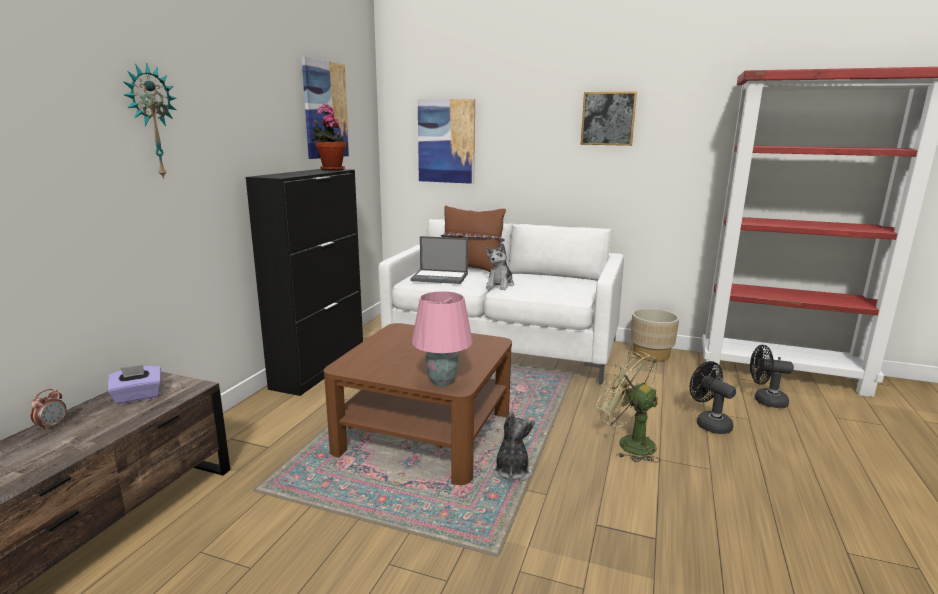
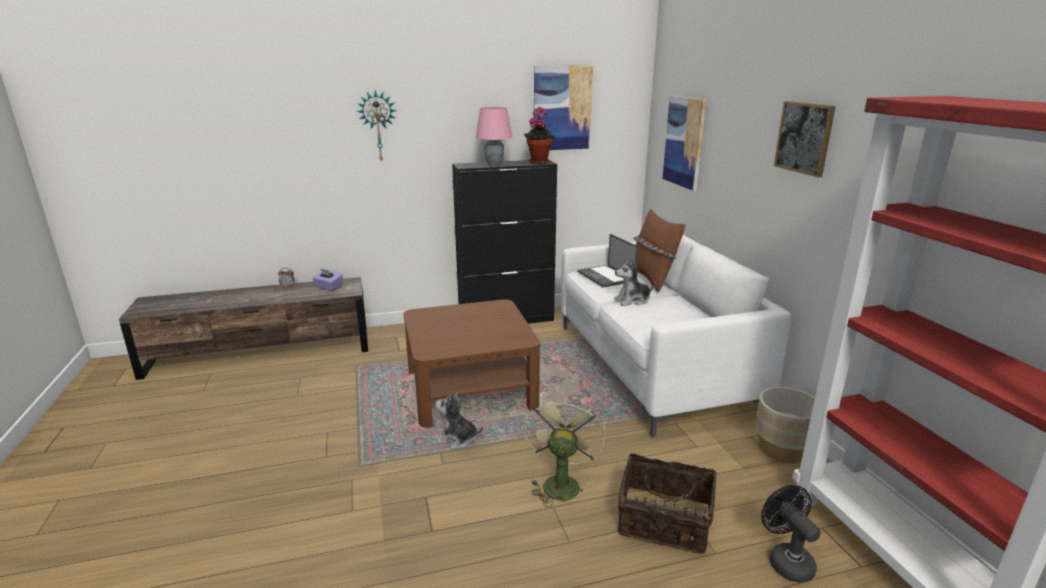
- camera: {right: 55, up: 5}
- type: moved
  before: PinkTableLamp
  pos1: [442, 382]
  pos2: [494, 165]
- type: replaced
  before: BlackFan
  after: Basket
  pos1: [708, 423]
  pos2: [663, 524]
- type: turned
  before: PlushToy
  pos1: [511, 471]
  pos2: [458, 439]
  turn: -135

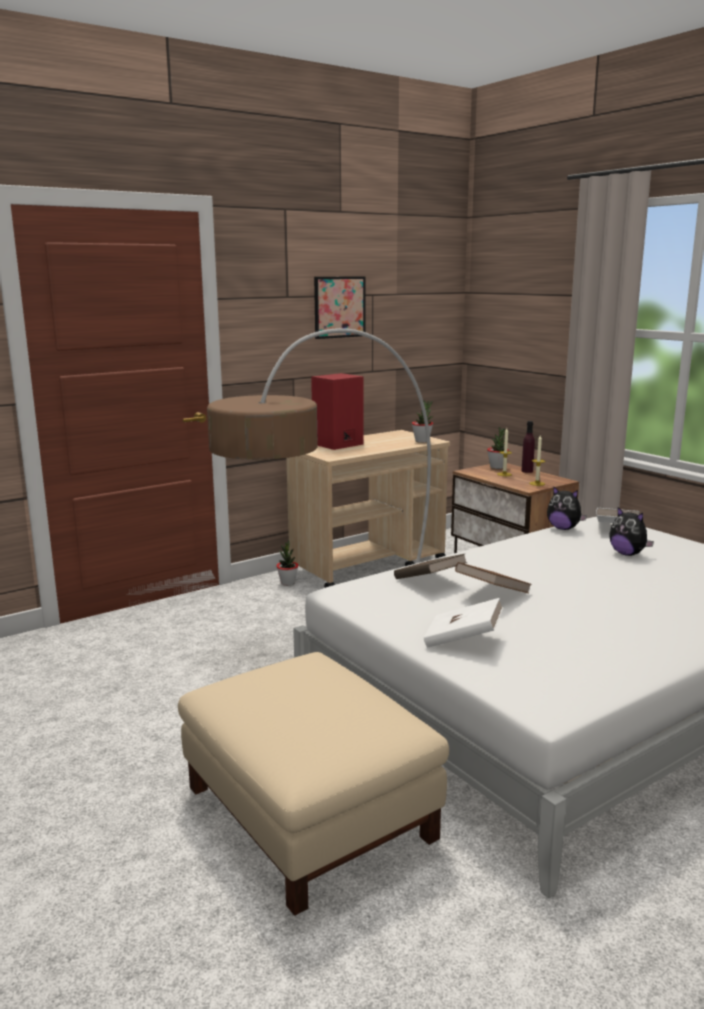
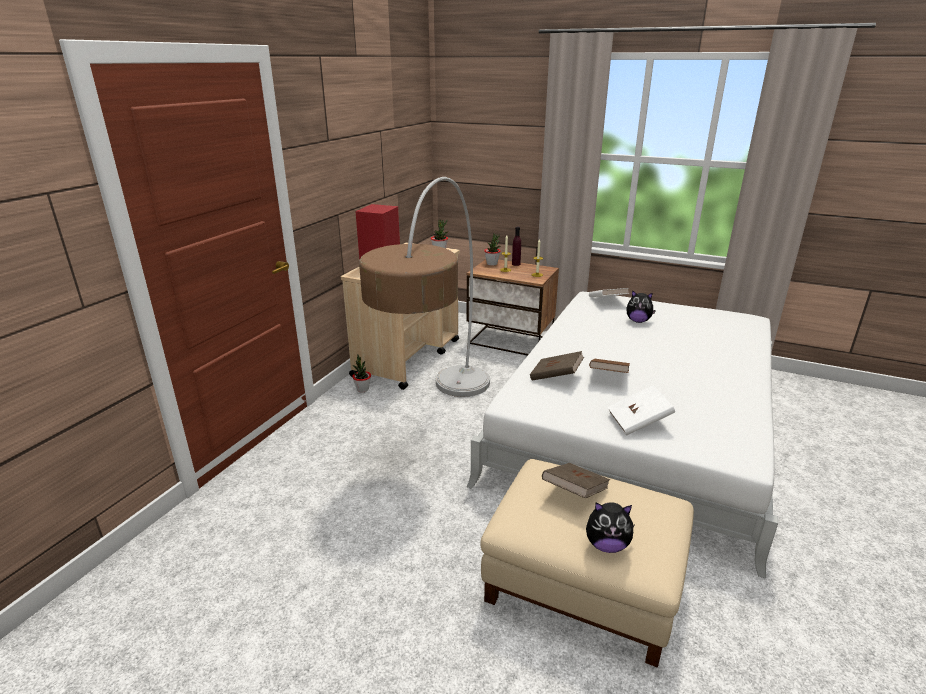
- camera: {right: -30, up: 10}
- type: removed
  before: Picture
  pos1: [339, 307]
- type: moved
  before: PlushToy
  pos1: [563, 528]
  pos2: [606, 545]
- type: added
  after: BrownBook
  pos2: [574, 492]

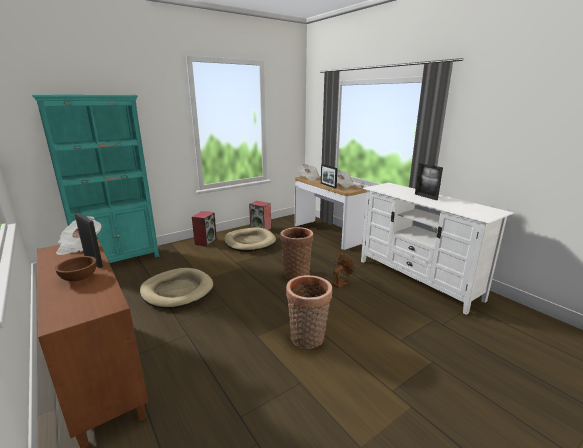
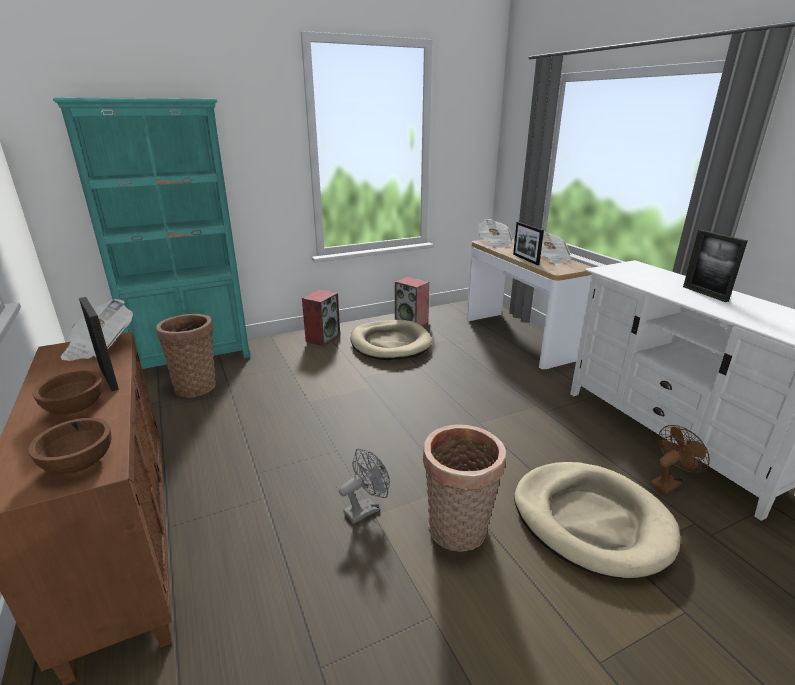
- camera: {right: 10, up: 5}
- type: moved
  before: Basket
  pos1: [296, 274]
  pos2: [196, 385]
- type: moved
  before: BrownFan
  pos1: [341, 283]
  pos2: [668, 482]
- type: moved
  before: BeigeDogBed
  pos1: [177, 290]
  pos2: [590, 520]
- type: added
  after: BrownBowl
  pos2: [80, 463]
- type: added
  after: GreyFan
  pos2: [366, 509]

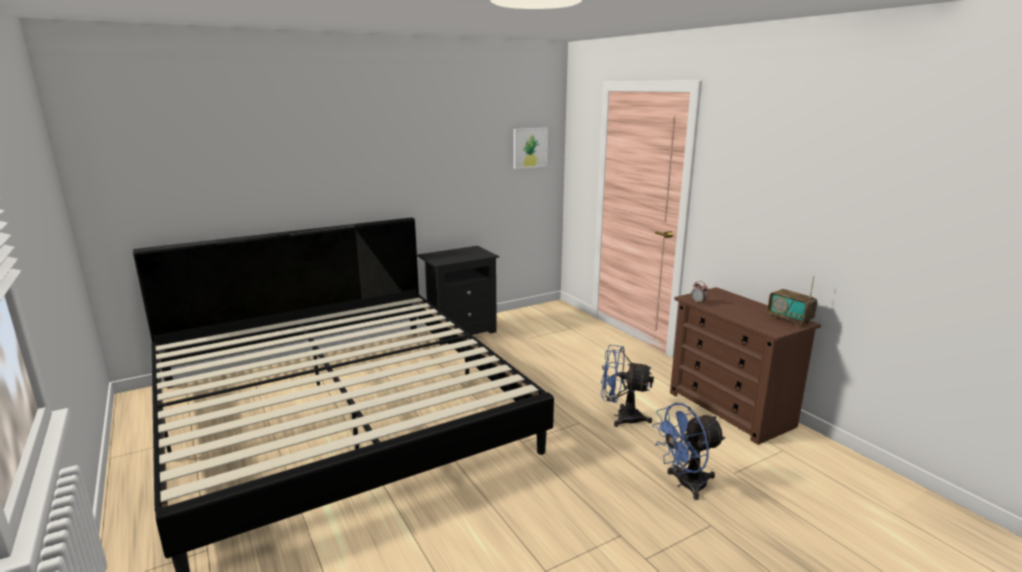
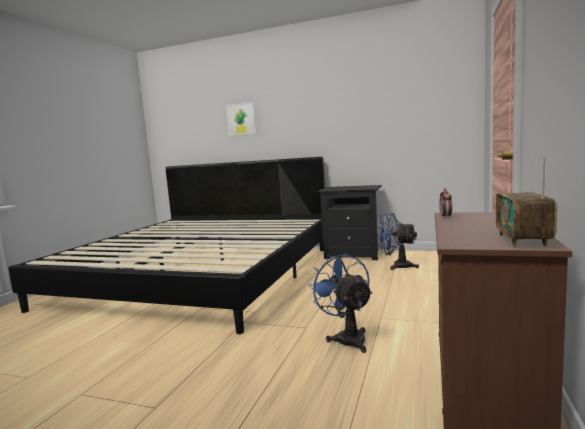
- camera: {right: 50, up: -10}
- type: moved
  before: Picture
  pos1: [530, 148]
  pos2: [241, 119]
- type: moved
  before: BlueFan
  pos1: [685, 484]
  pos2: [397, 266]

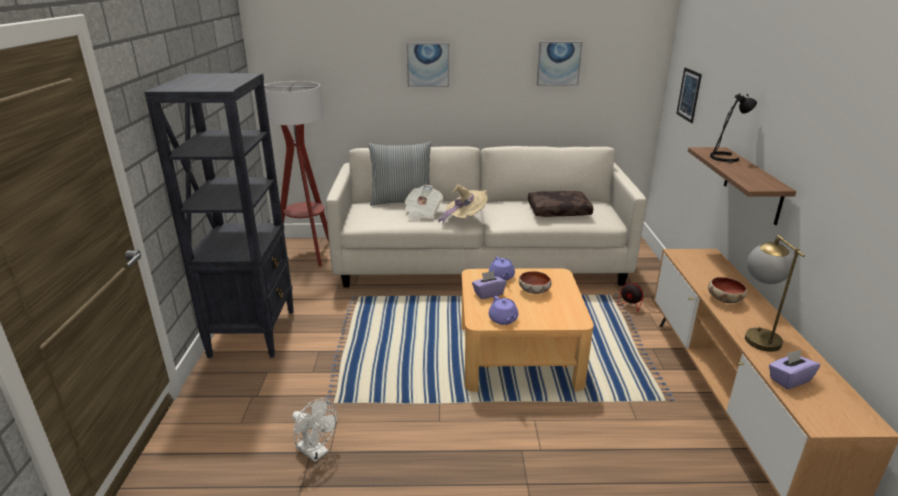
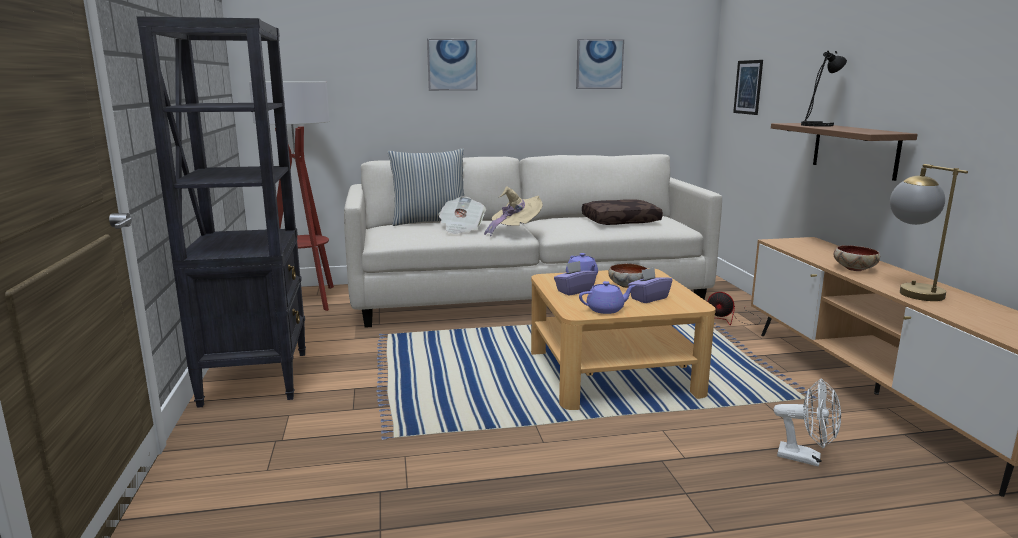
- camera: {right: -10, up: -10}
- type: turned
  before: PurpleTeapot
  pos1: [503, 319]
  pos2: [606, 309]
  turn: -75
- type: moved
  before: PurpleTissueBox
  pos1: [789, 379]
  pos2: [648, 298]
- type: moved
  before: WhiteFan
  pos1: [316, 452]
  pos2: [806, 458]

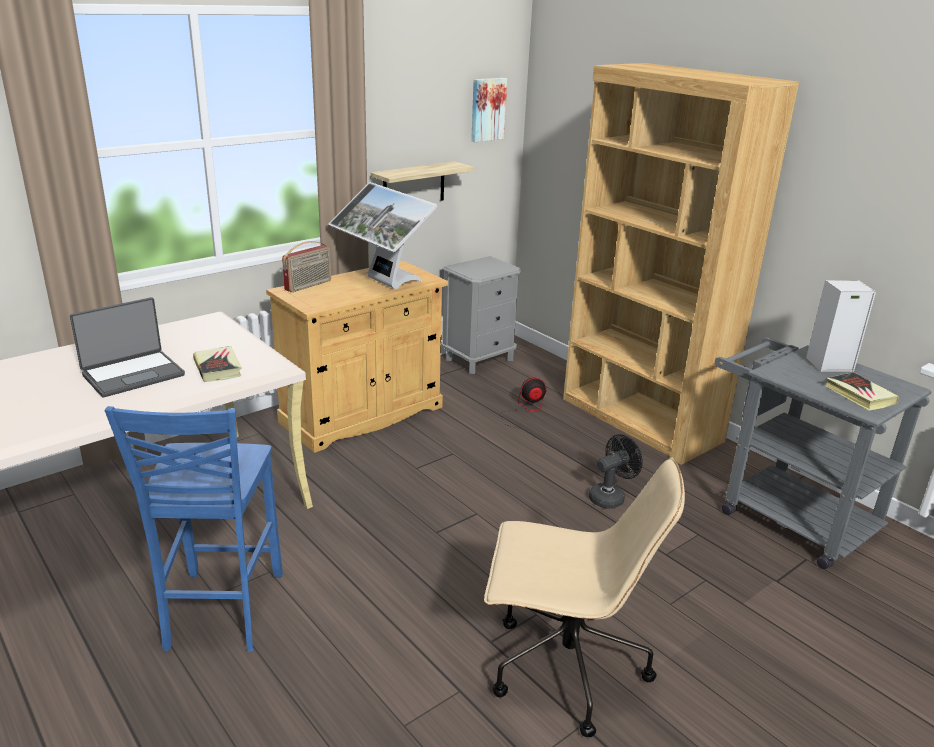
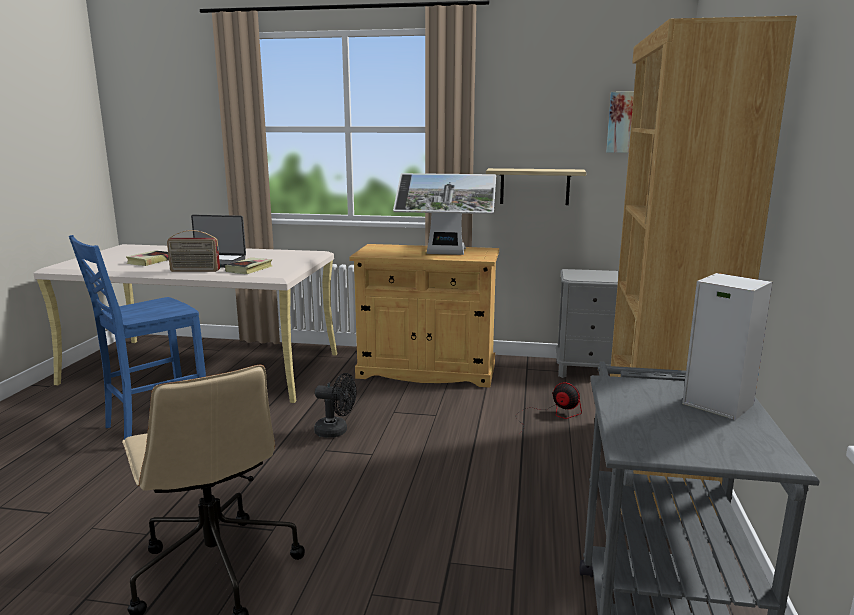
- camera: {right: 50, up: -10}
- type: turned
  before: Monitor
  pos1: [384, 283]
  pos2: [445, 254]
  turn: -90
- type: moved
  before: Radio
  pos1: [308, 285]
  pos2: [195, 271]
- type: moved
  before: Book
  pos1: [859, 395]
  pos2: [151, 261]
- type: moved
  before: BlackFan
  pos1: [610, 497]
  pos2: [336, 431]

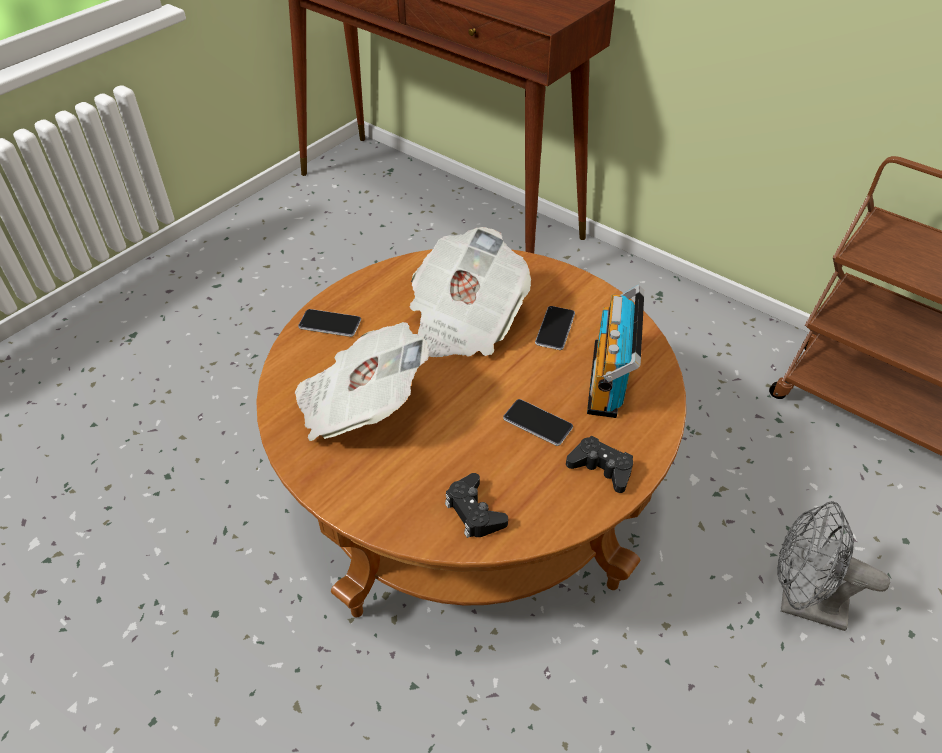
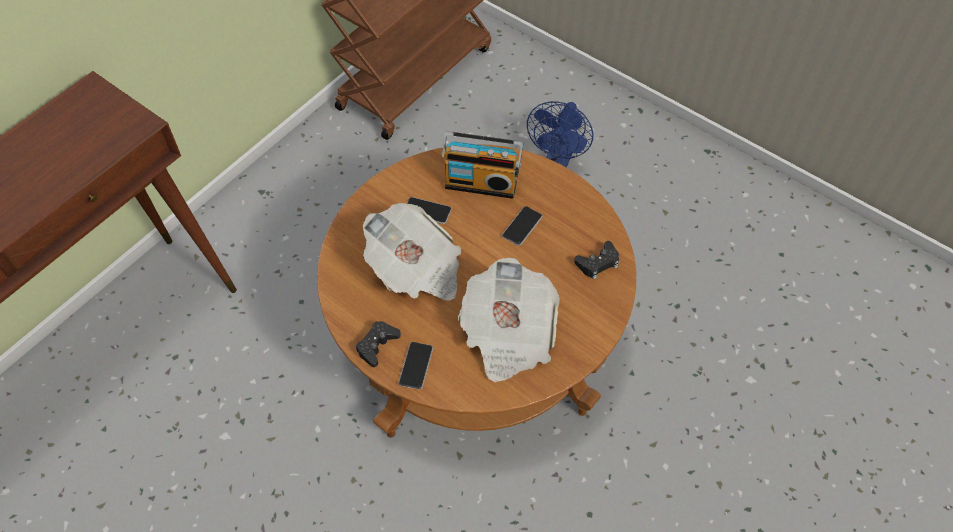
- camera: {right: -90, up: 10}
- type: moved
  before: BlackGameController
  pos1: [601, 468]
  pos2: [377, 345]
- type: recoloured
  before: GreyFan
  after: BlueFan
  pos1: [801, 603]
  pos2: [558, 159]

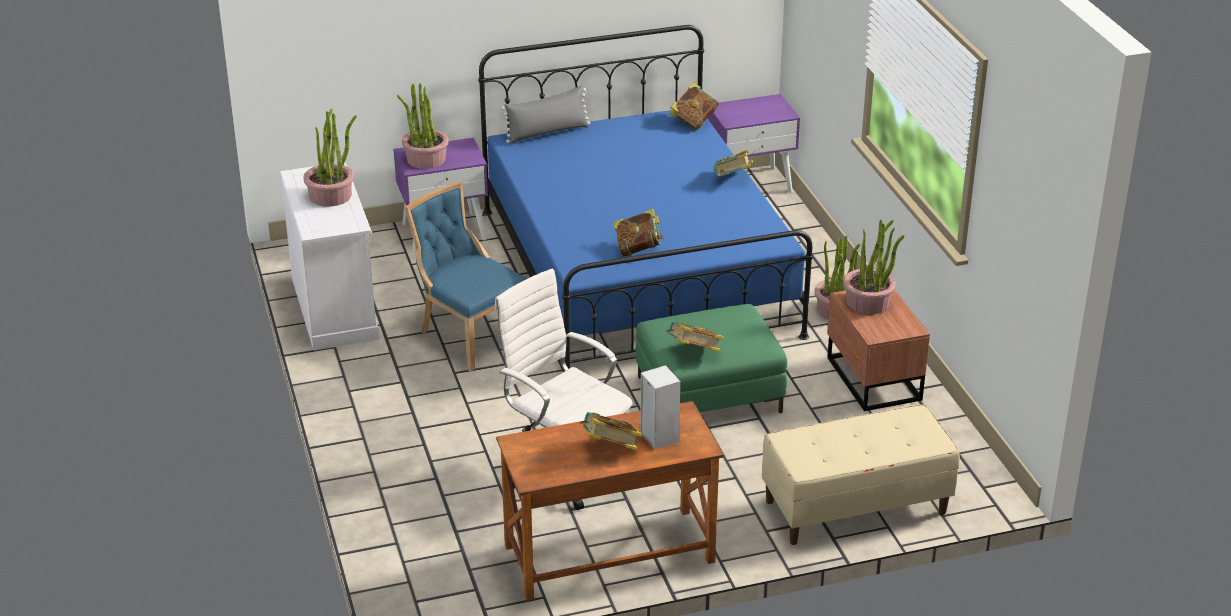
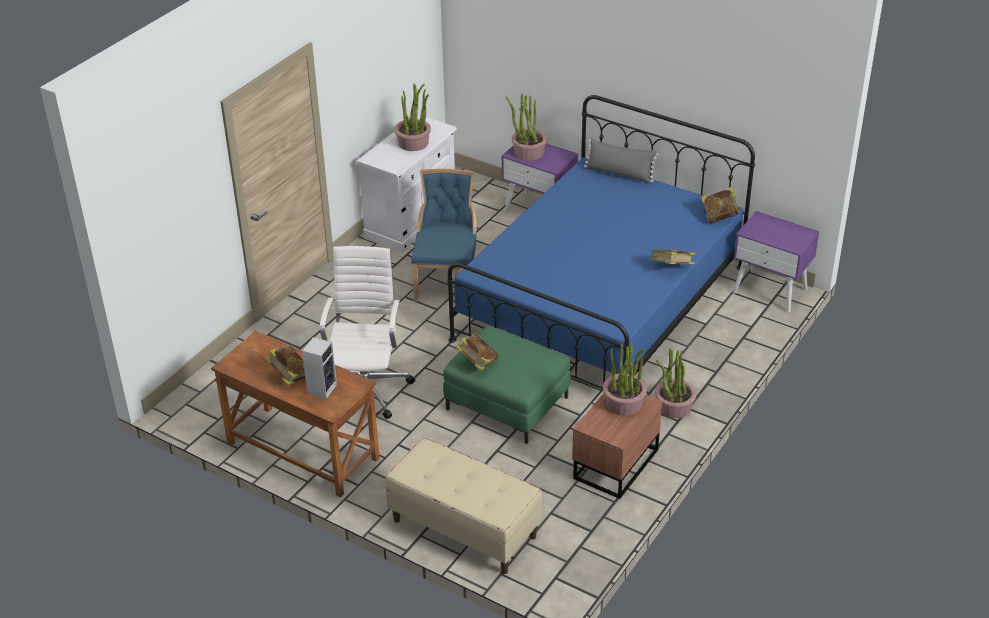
- camera: {right: 50, up: 5}
- type: removed
  before: Book
  pos1: [638, 249]

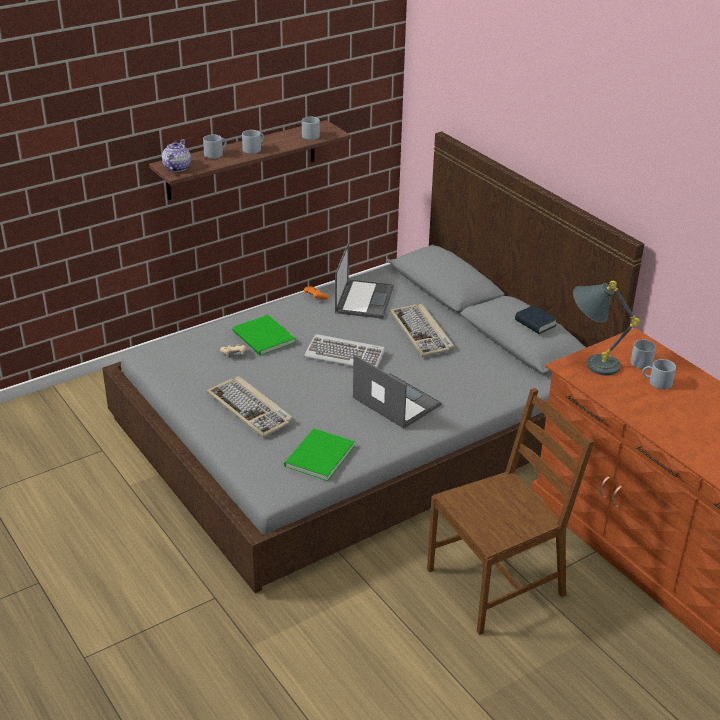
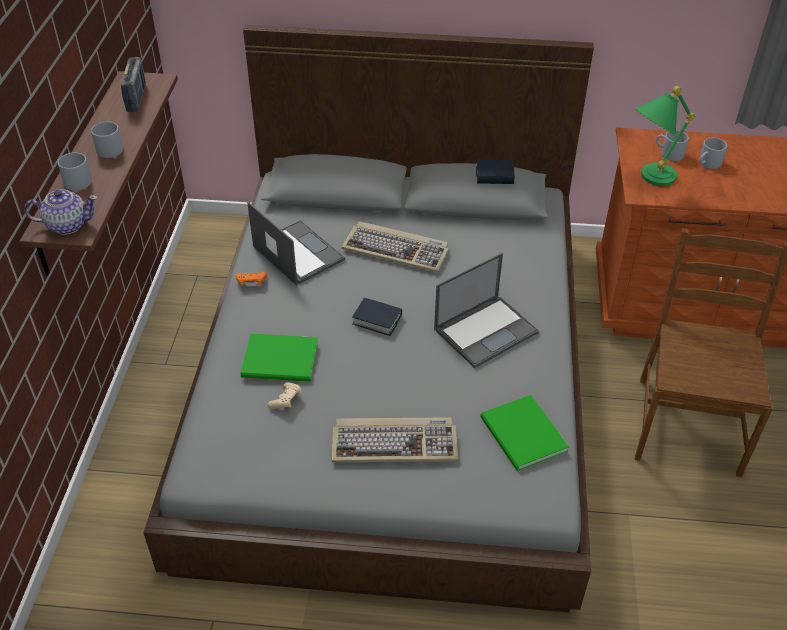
- camera: {right: -50, up: 10}
- type: replaced
  before: GreyMug
  after: Radio
  pos1: [308, 135]
  pos2: [136, 98]
- type: turned
  before: Teapot
  pos1: [176, 168]
  pos2: [67, 225]
  turn: 120
- type: recoloured
  before: GreyTableLamp
  after: GreenTableLamp
  pos1: [590, 363]
  pos2: [648, 179]
- type: replaced
  before: Keyboard
  after: Book
  pos1: [345, 355]
  pos2: [377, 320]
- type: turned
  before: Laptop
  pos1: [395, 401]
  pos2: [486, 330]
  turn: 150

